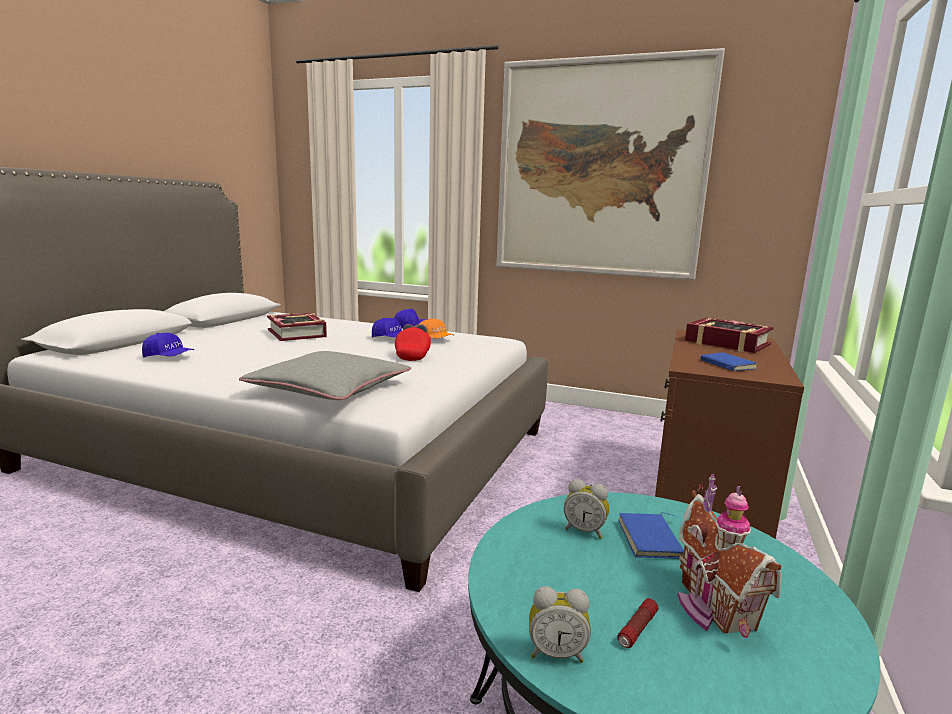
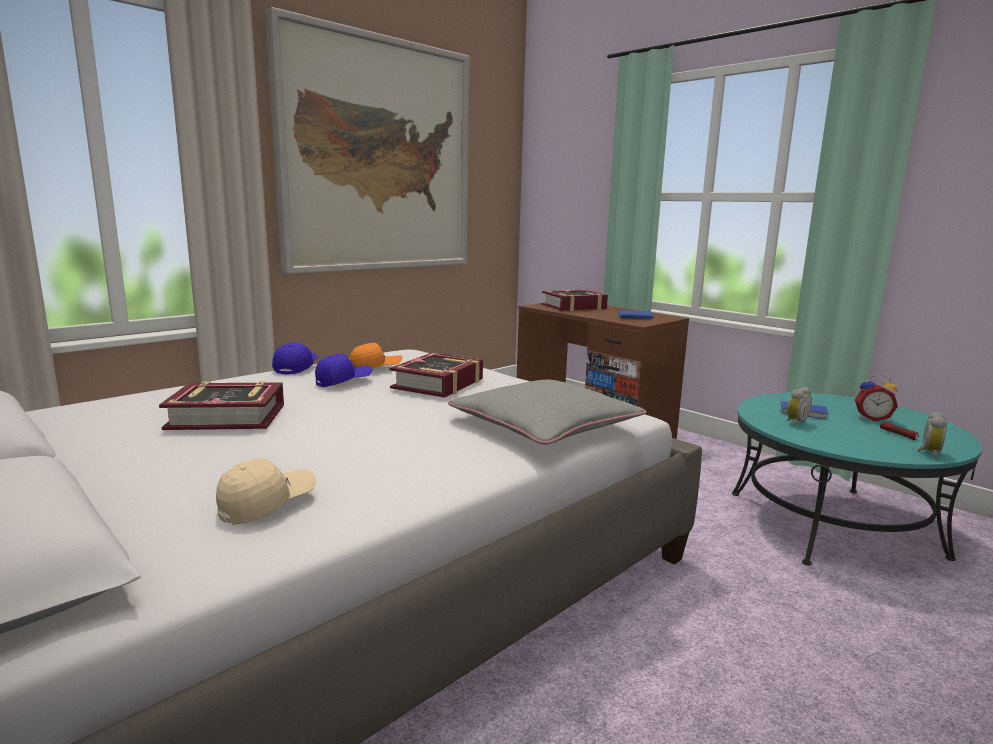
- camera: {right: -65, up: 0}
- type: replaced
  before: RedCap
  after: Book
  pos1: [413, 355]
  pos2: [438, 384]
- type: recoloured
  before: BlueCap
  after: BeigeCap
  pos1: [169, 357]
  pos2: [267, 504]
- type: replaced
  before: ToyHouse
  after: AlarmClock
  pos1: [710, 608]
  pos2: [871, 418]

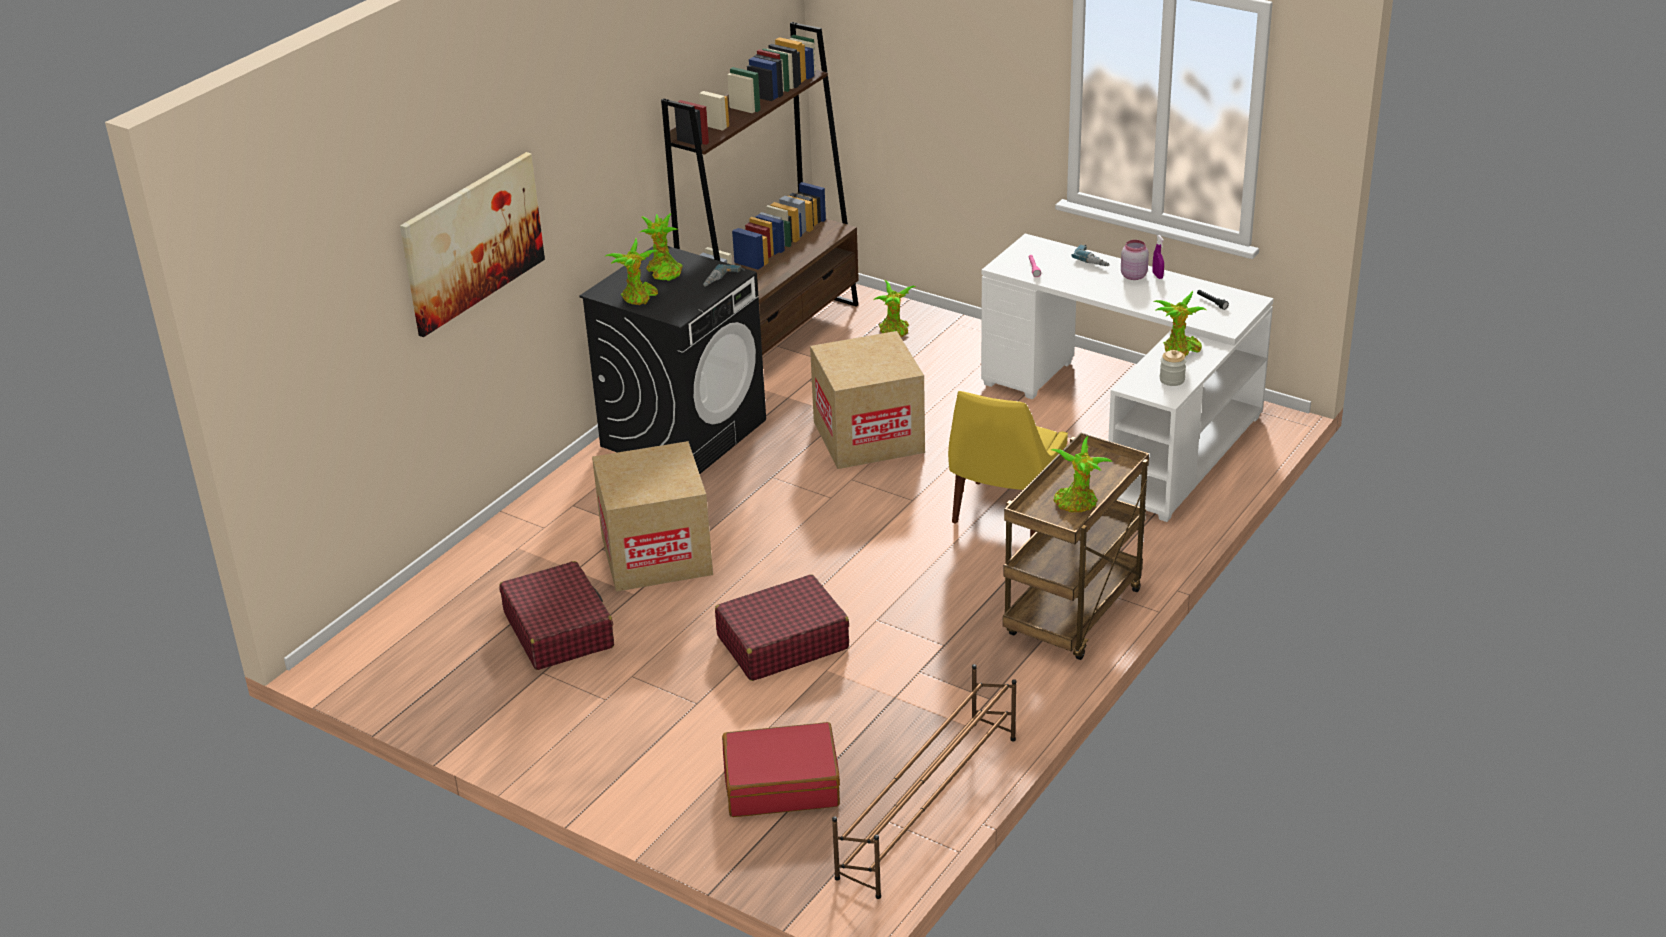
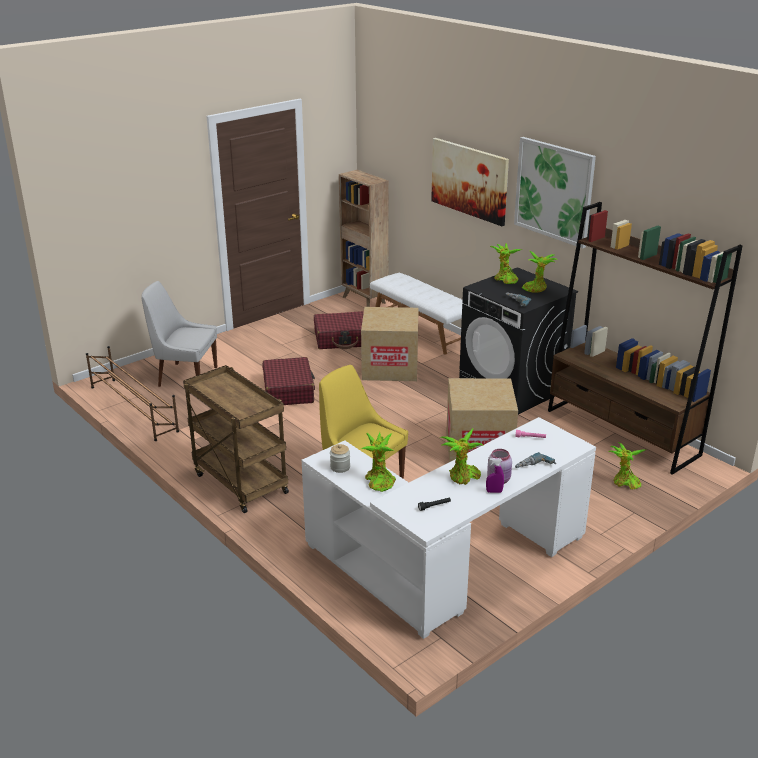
- camera: {right: 105, up: -5}
- type: moved
  before: PottedPlant
  pos1: [1077, 504]
  pos2: [462, 477]
- type: replaced
  before: RedSuitcase
  after: WhiteChair
  pos1: [781, 783]
  pos2: [185, 376]
- type: added
  after: Picture
  pos2: [554, 191]
- type: added
  after: BrownBookcase
  pos2: [364, 300]
- type: added
  after: WhiteBench
  pos2: [421, 330]

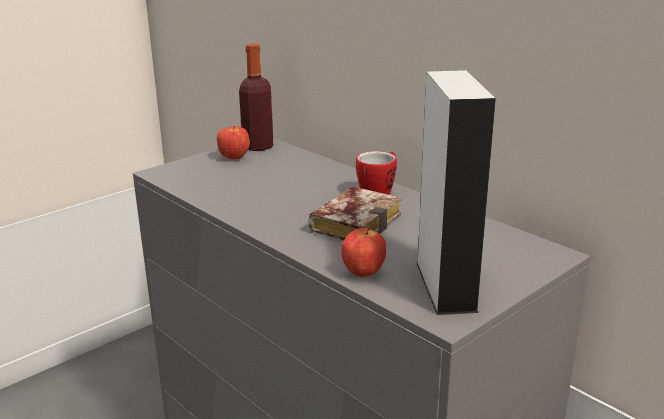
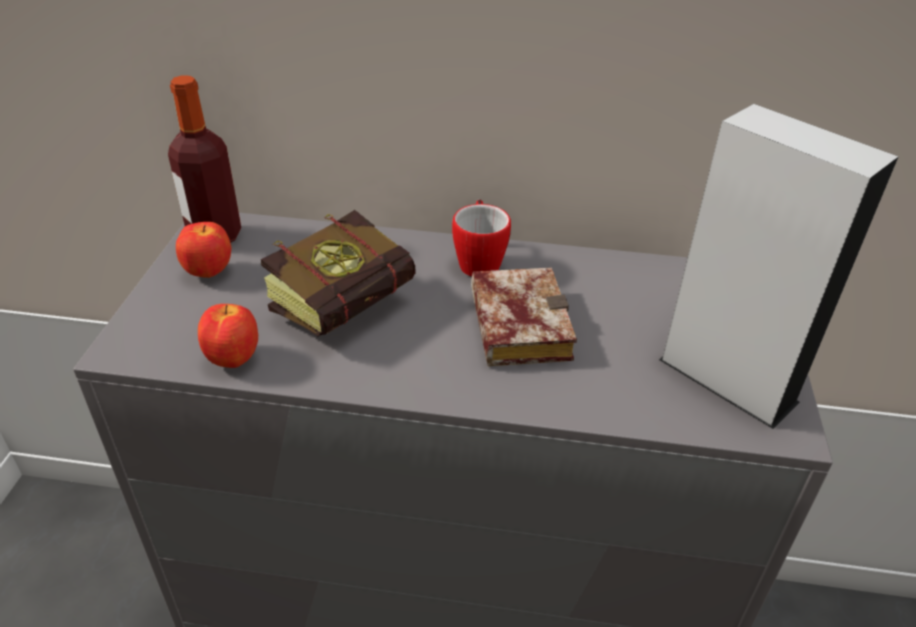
- camera: {right: -40, up: 15}
- type: moved
  before: Apple
  pos1: [363, 273]
  pos2: [232, 359]
- type: added
  after: Book
  pos2: [354, 303]

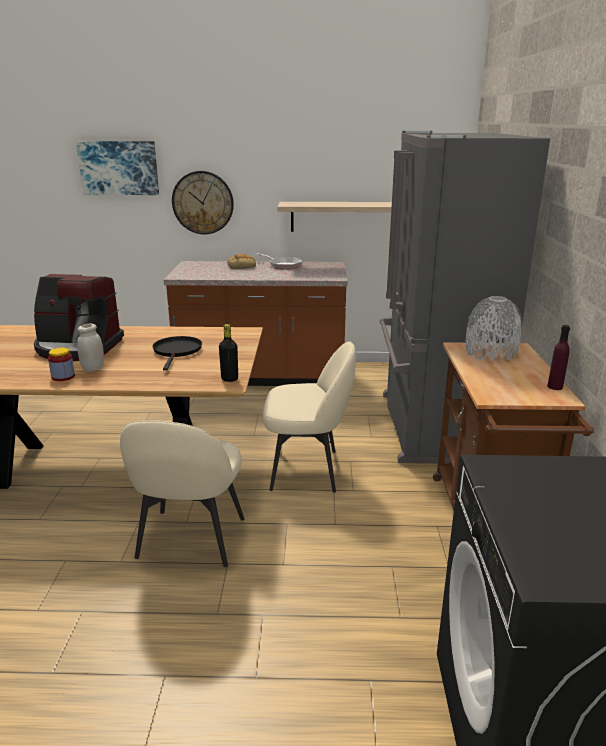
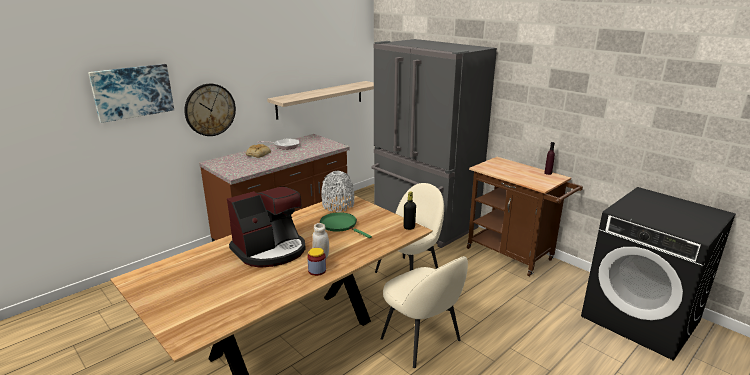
- camera: {right: -45, up: 0}
- type: moved
  before: GreyVase
  pos1: [490, 352]
  pos2: [338, 205]
- type: recoloured
  before: BlackFryingPan
  after: GreenFryingPan
  pos1: [177, 351]
  pos2: [340, 225]

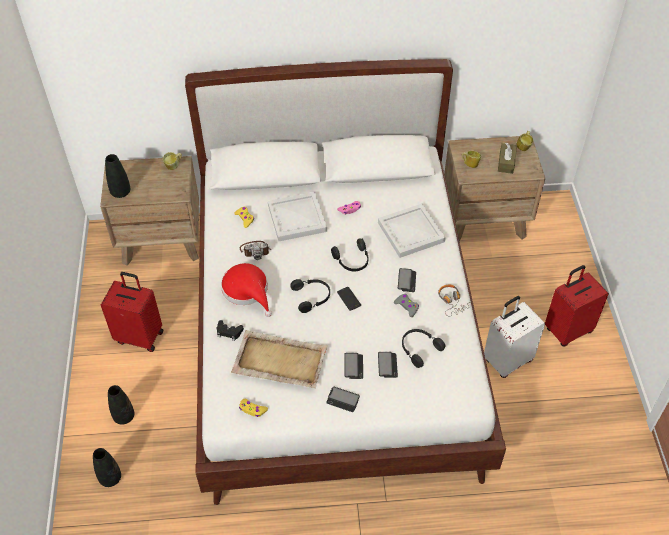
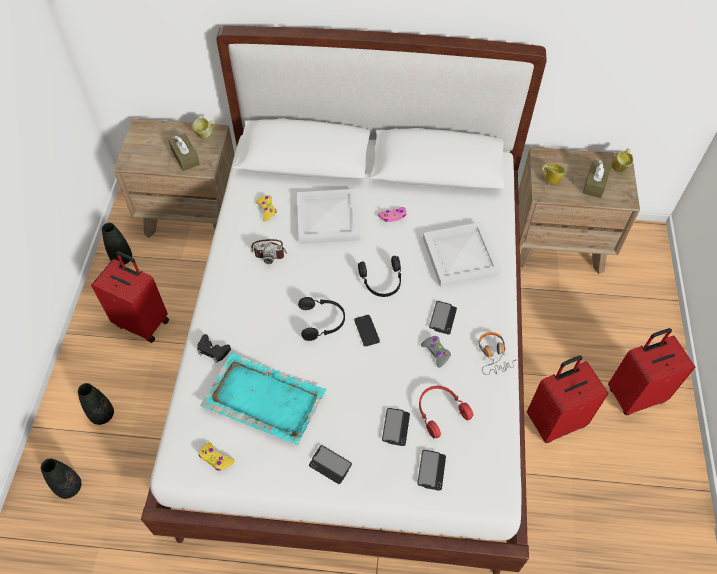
- camera: {right: 10, up: 5}
- type: moved
  before: BlackVase
  pos1: [120, 192]
  pos2: [122, 259]
- type: removed
  before: RedHat
  pos1: [247, 290]
- type: recoloured
  before: WhiteSuitcase
  after: RedSuitcase
  pos1: [507, 360]
  pos2: [555, 420]
- type: recoloured
  before: BlackHeadphones
  after: RedHeadphones
  pos1: [419, 349]
  pos2: [440, 411]
- type: recoloured
  before: BeigeTray
  after: TurquoiseTray
  pos1: [279, 361]
  pos2: [263, 399]
- type: moved
  before: Phone
  pos1: [353, 366]
  pos2: [431, 470]
- type: added
  after: BrownTissueBox
  pos2: [185, 157]

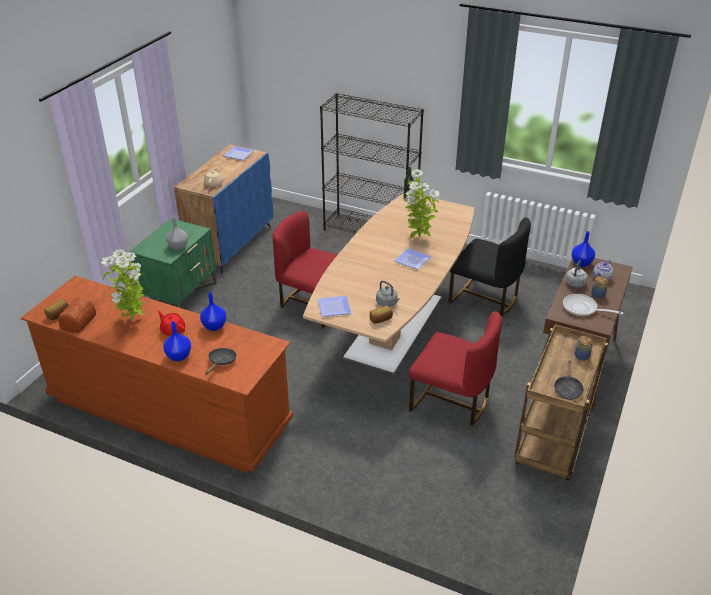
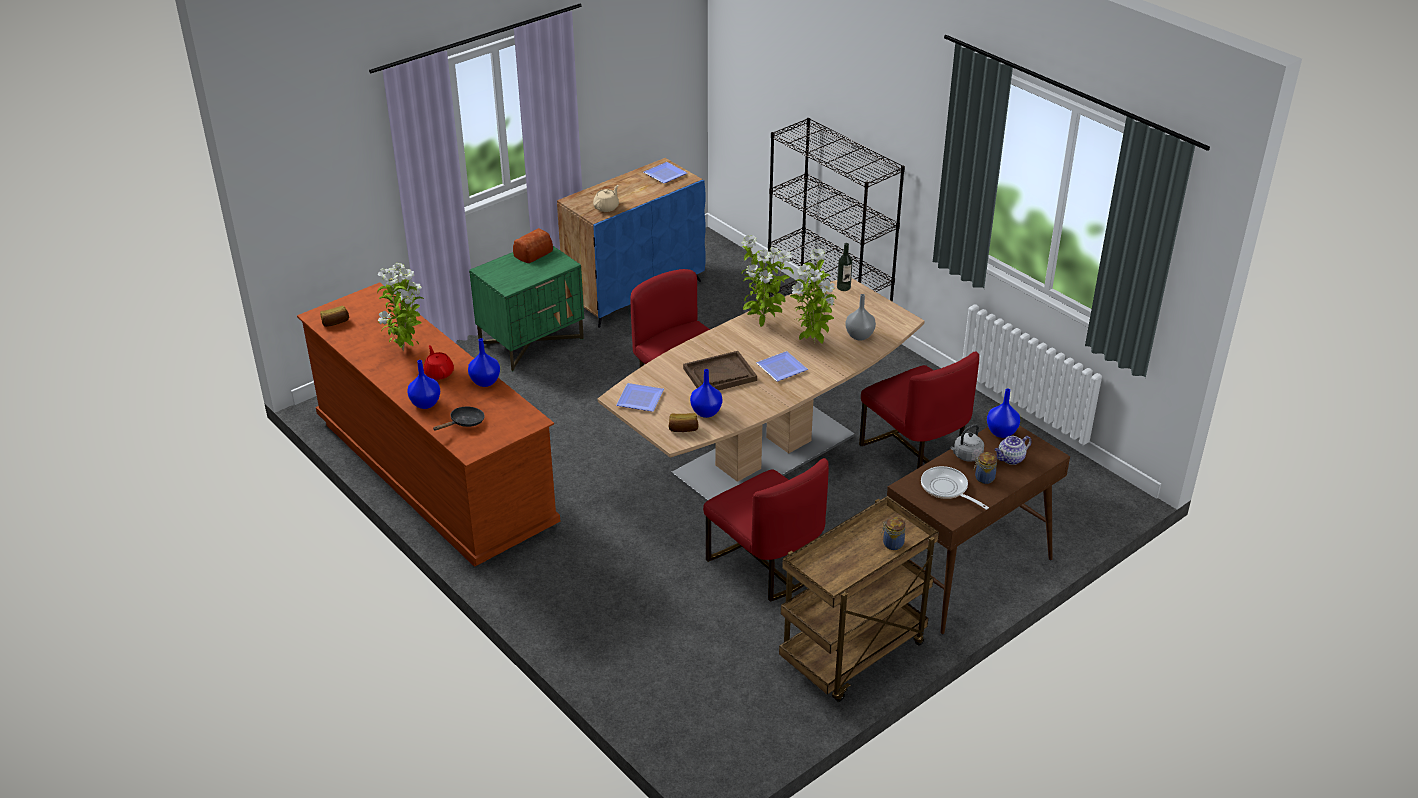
- camera: {right: 25, up: 0}
- type: moved
  before: GreyVase
  pos1: [177, 247]
  pos2: [859, 335]
- type: recoloured
  before: BlackChair
  after: RedChair
  pos1: [484, 298]
  pos2: [914, 452]
- type: replaced
  before: GreyKettle
  after: BlueVase
  pos1: [387, 303]
  pos2: [707, 412]
- type: moved
  before: Bread
  pos1: [77, 322]
  pos2: [532, 253]
- type: removed
  before: BlackFryingPan
  pos1: [567, 389]
- type: added
  after: PottedPlant
  pos2: [763, 324]
- type: added
  after: BrownTray
  pos2: [719, 374]

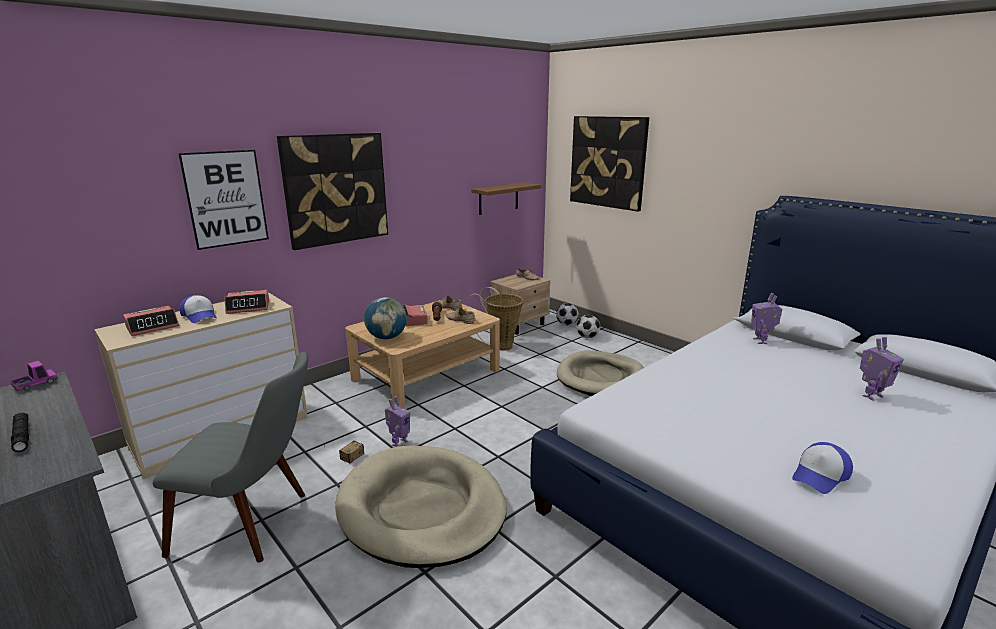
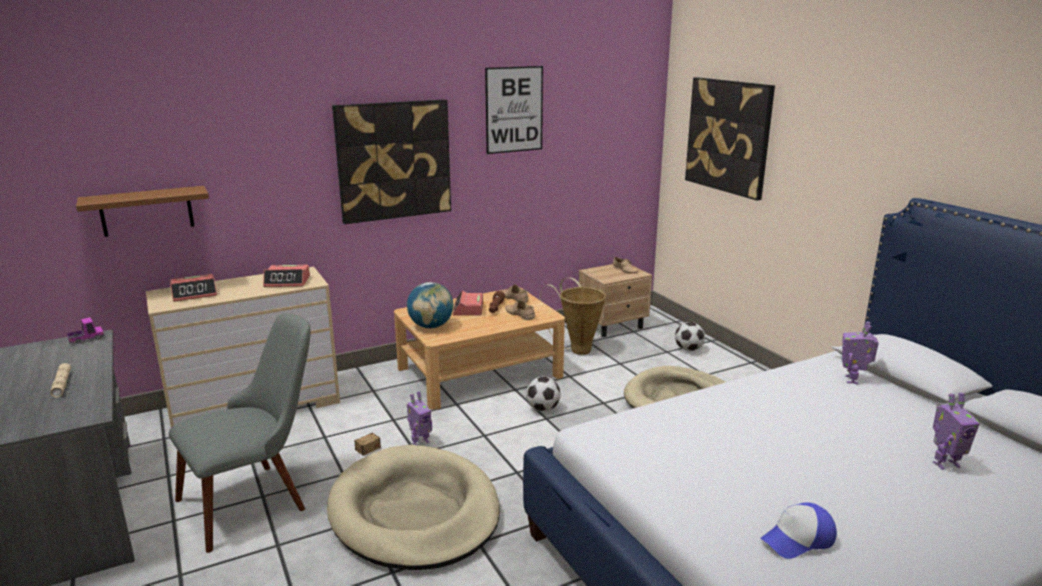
- camera: {right: 15, up: 0}
- type: moved
  before: Picture
  pos1: [226, 199]
  pos2: [514, 109]
- type: moved
  before: BrownShelf
  pos1: [498, 198]
  pos2: [146, 211]
- type: removed
  before: Cap
  pos1: [200, 316]
- type: moved
  before: Football
  pos1: [566, 324]
  pos2: [543, 409]
- type: turned
  before: GreyChair
  pos1: [256, 523]
  pos2: [257, 498]
  turn: -60
- type: recoloured
  before: BlackFlashlight
  after: BeigeFlashlight
  pos1: [22, 436]
  pos2: [62, 384]

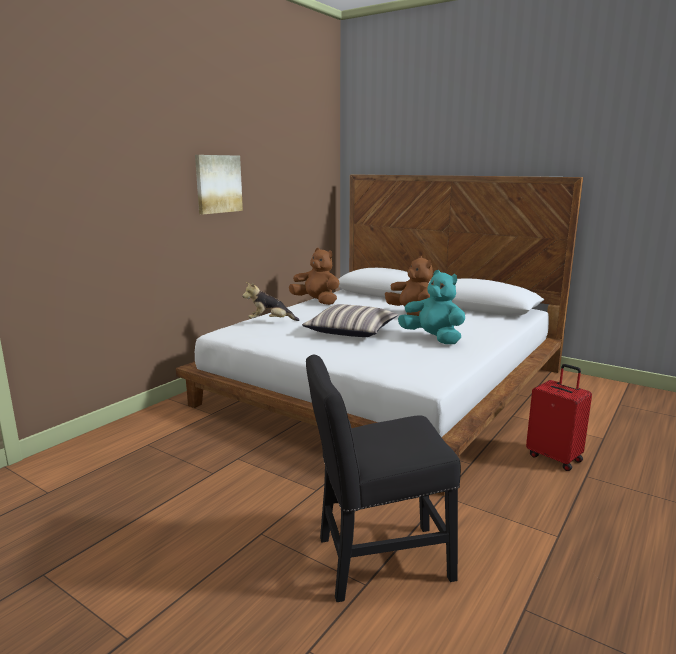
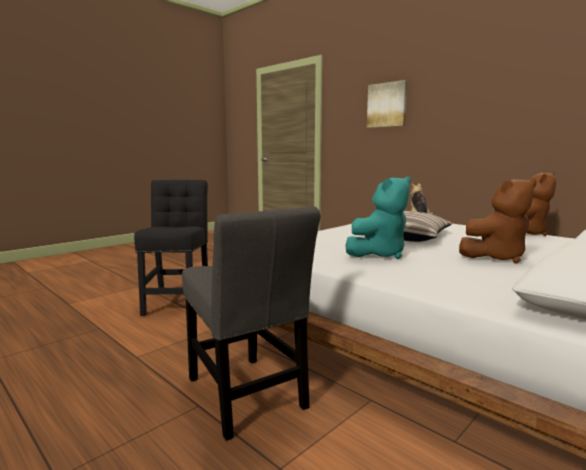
- camera: {right: 100, up: -5}
- type: moved
  before: Picture
  pos1: [218, 184]
  pos2: [387, 105]
- type: replaced
  before: RedSuitcase
  after: GreyChair
  pos1: [555, 457]
  pos2: [247, 397]

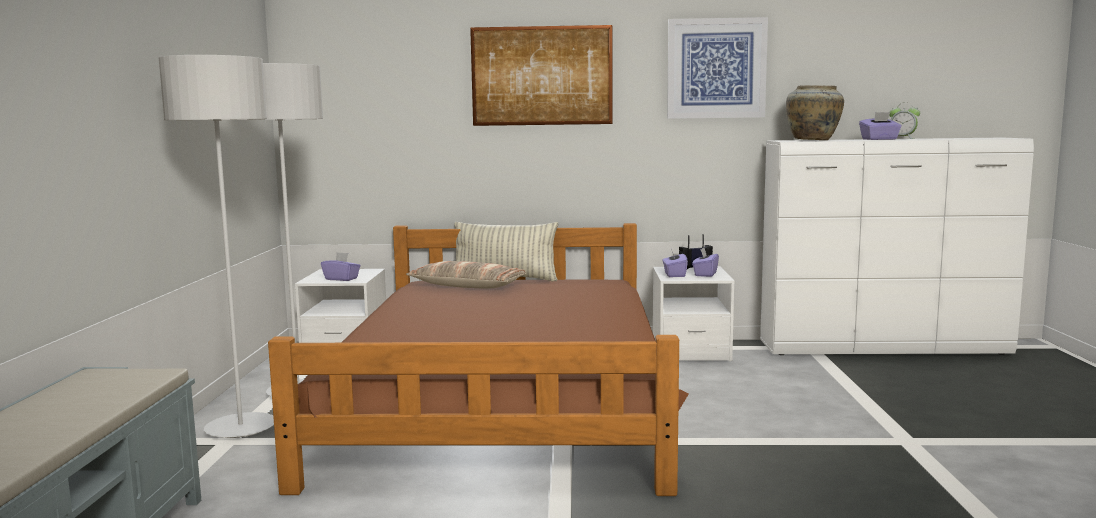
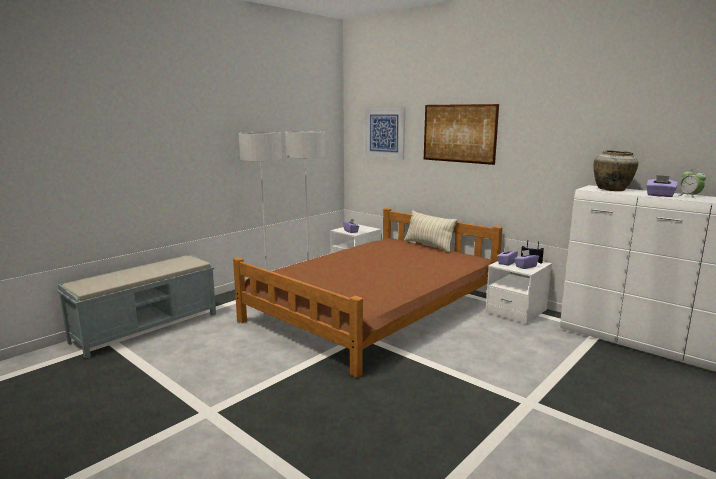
- camera: {right: 40, up: 5}
- type: moved
  before: Picture
  pos1: [716, 68]
  pos2: [384, 132]
- type: removed
  before: Pillow
  pos1: [467, 286]

